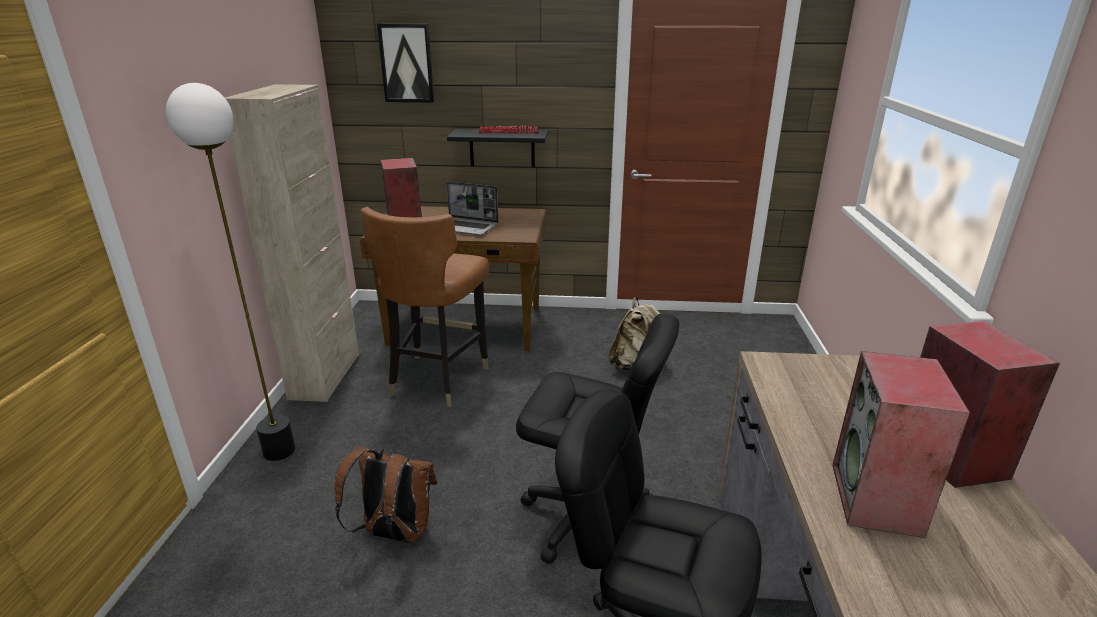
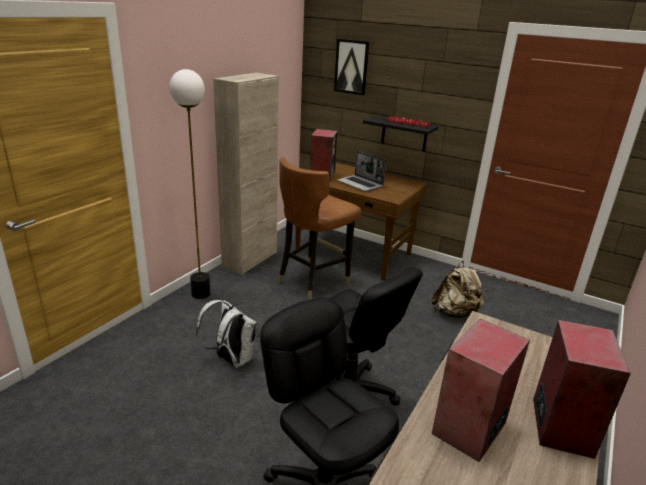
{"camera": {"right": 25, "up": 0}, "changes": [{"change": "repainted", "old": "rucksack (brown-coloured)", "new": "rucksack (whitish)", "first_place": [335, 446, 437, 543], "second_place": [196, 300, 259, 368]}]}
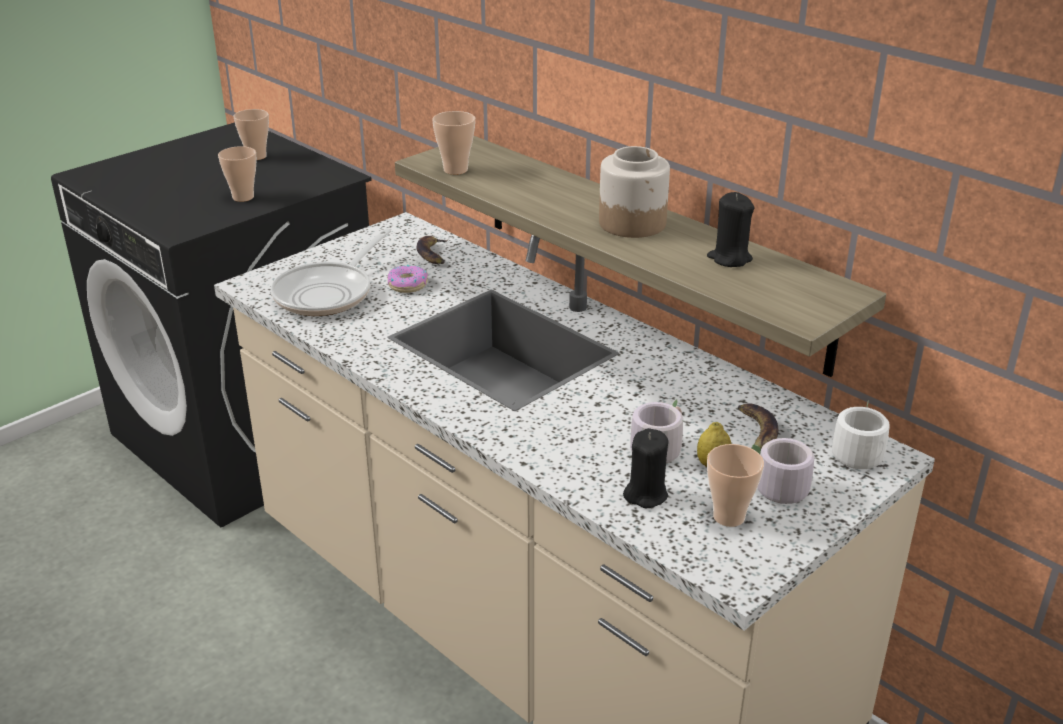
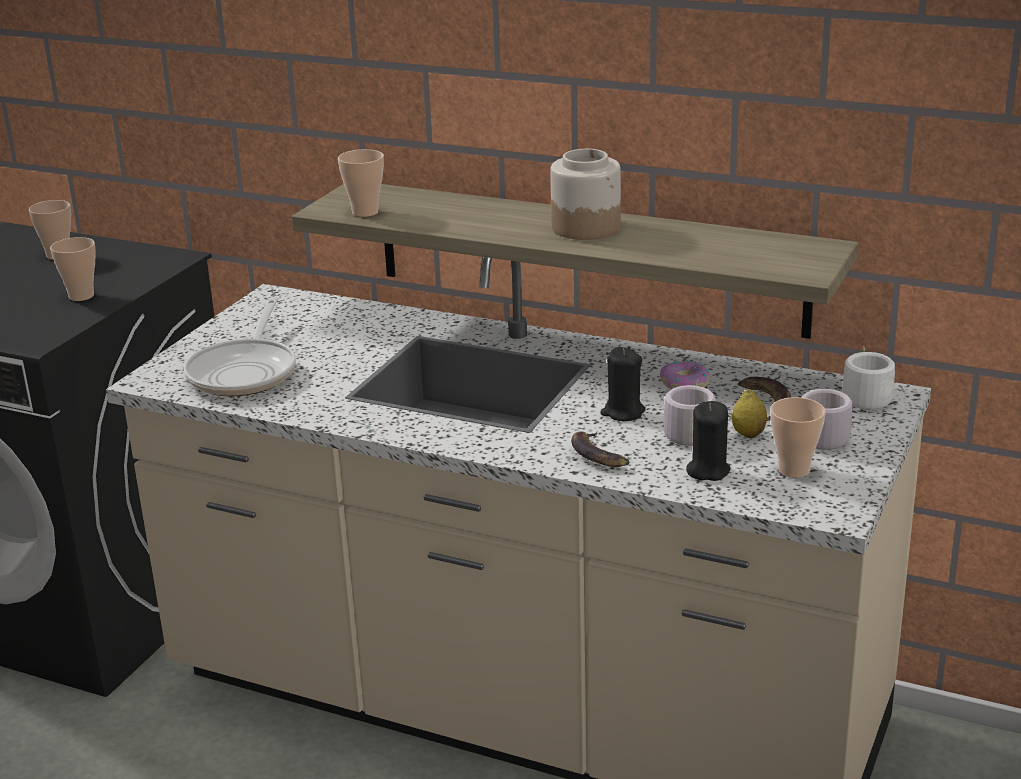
{"camera": {"right": -20, "up": -5}, "changes": [{"change": "shifted", "old": "candle (black)", "first_place": [707, 192, 755, 267], "second_place": [601, 347, 646, 421]}, {"change": "shifted", "old": "banana", "first_place": [416, 236, 448, 264], "second_place": [571, 431, 630, 467]}, {"change": "shifted", "old": "doughnut", "first_place": [388, 265, 428, 293], "second_place": [660, 361, 710, 389]}]}
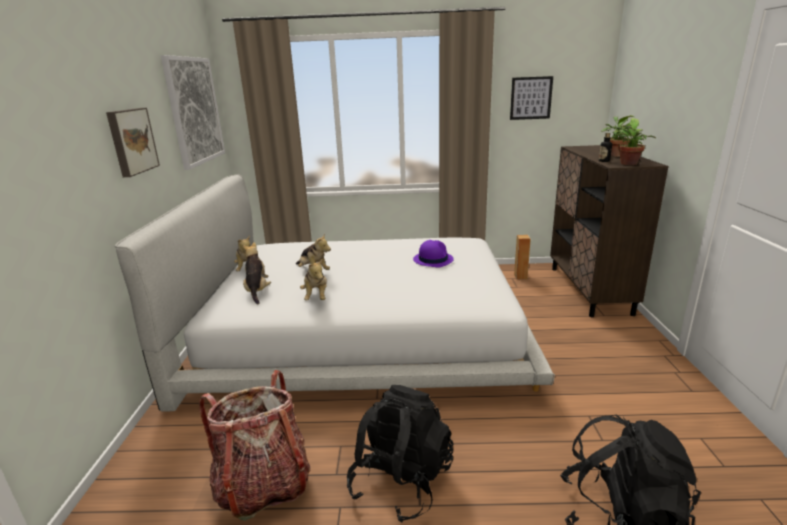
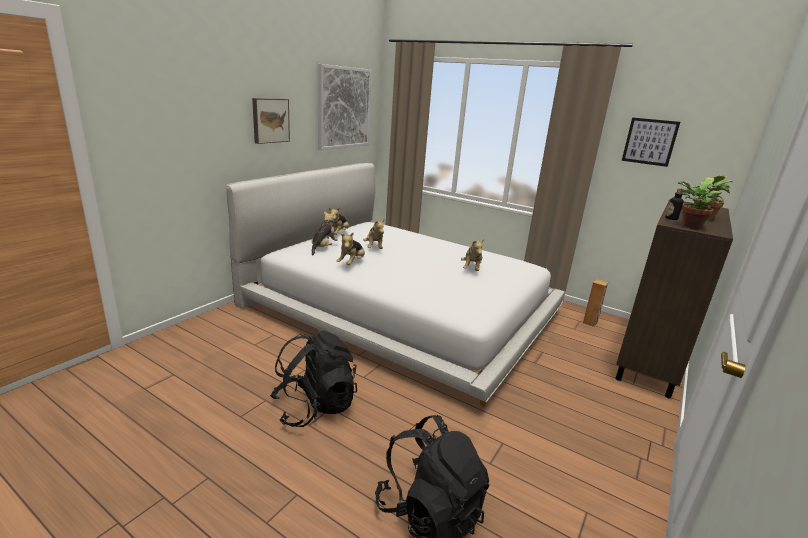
{"camera": {"right": 30, "up": 0}, "changes": [{"change": "swapped", "old": "hat (purple-coloured)", "new": "cuddly toy", "first_place": [413, 240, 454, 267], "second_place": [461, 239, 484, 271]}, {"change": "gone", "old": "rucksack", "first_place": [199, 370, 311, 521]}]}
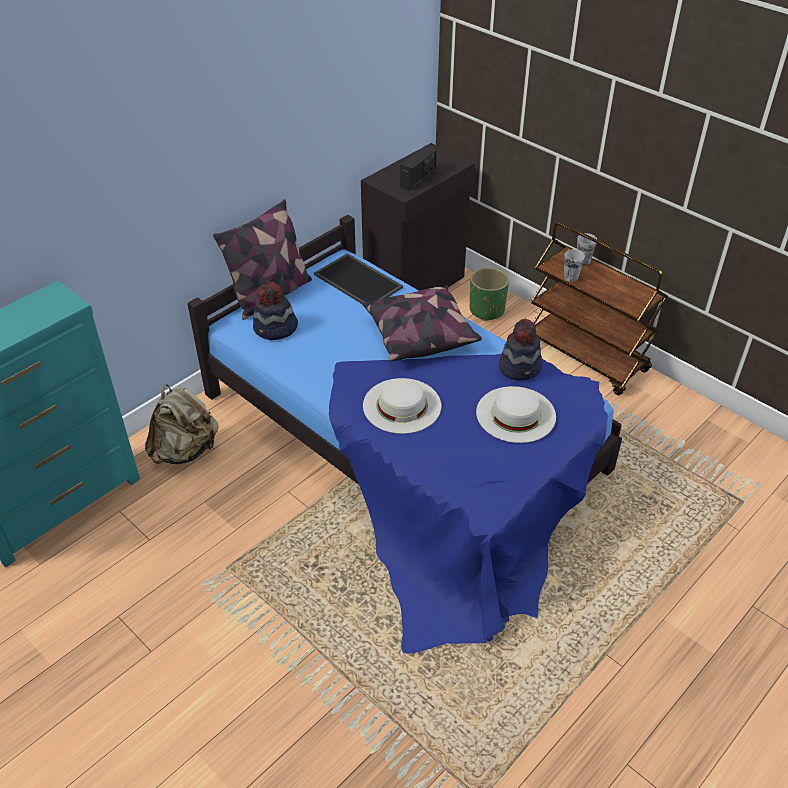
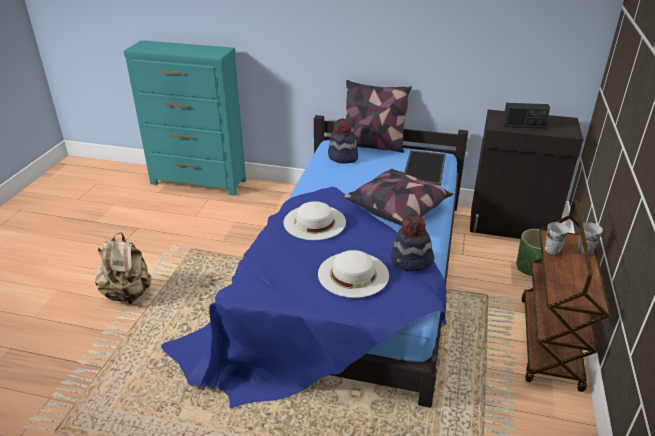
{"camera": {"right": 60, "up": -10}, "changes": [{"change": "shifted", "old": "rucksack (beige-coloured)", "first_place": [145, 384, 219, 464], "second_place": [95, 233, 151, 304]}]}
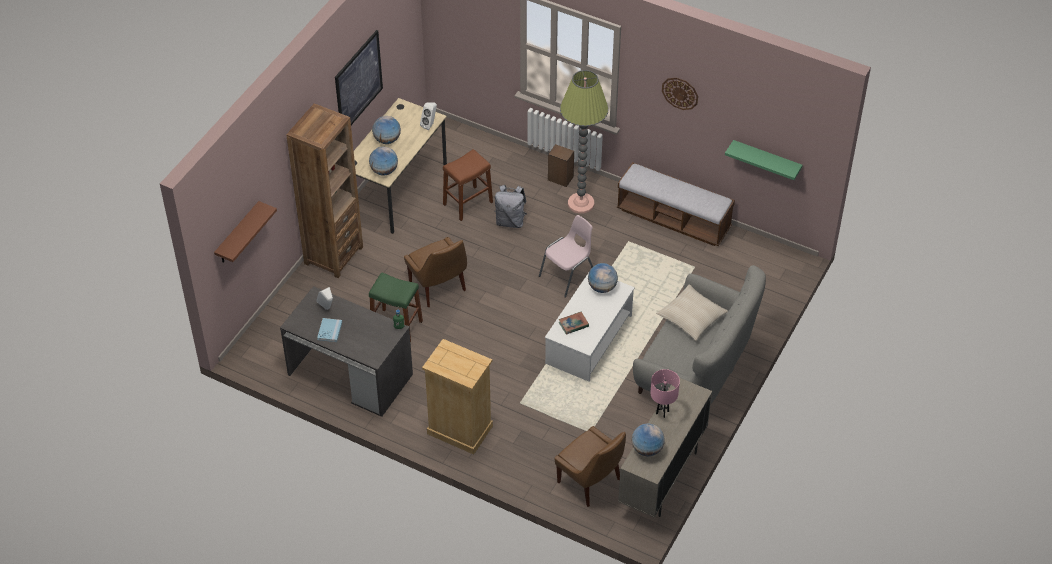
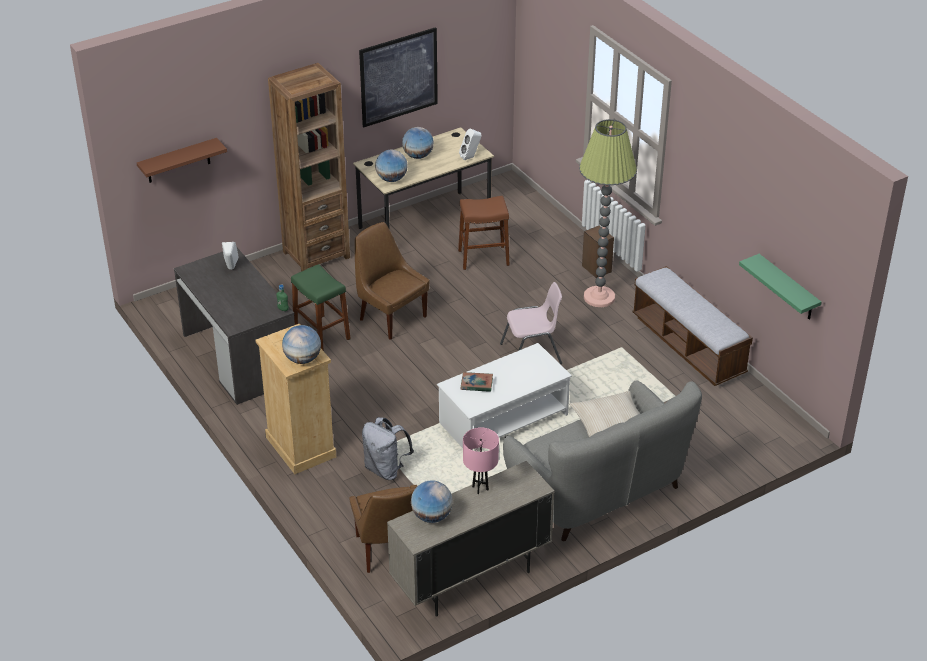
{"camera": {"right": 30, "up": -10}, "changes": [{"change": "gone", "old": "clock on the wall", "first_place": [662, 77, 698, 110]}, {"change": "shifted", "old": "rucksack (greyish)", "first_place": [494, 185, 527, 228], "second_place": [362, 417, 414, 480]}, {"change": "rotated", "old": "upright chair (brown-coloured)", "first_place": [404, 237, 467, 307], "second_place": [355, 222, 429, 340], "degrees": 135}, {"change": "shifted", "old": "desk globe", "first_place": [588, 263, 618, 293], "second_place": [282, 325, 321, 364]}, {"change": "gone", "old": "bound book (bluish)", "first_place": [317, 318, 342, 342]}]}
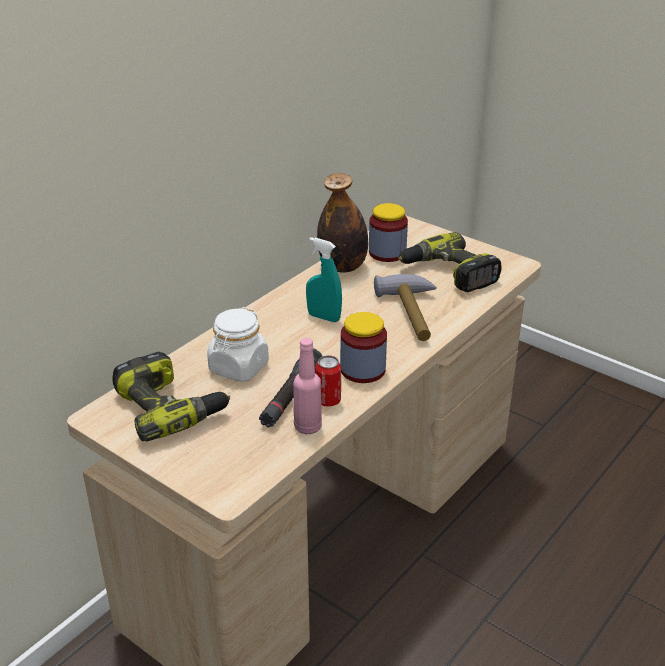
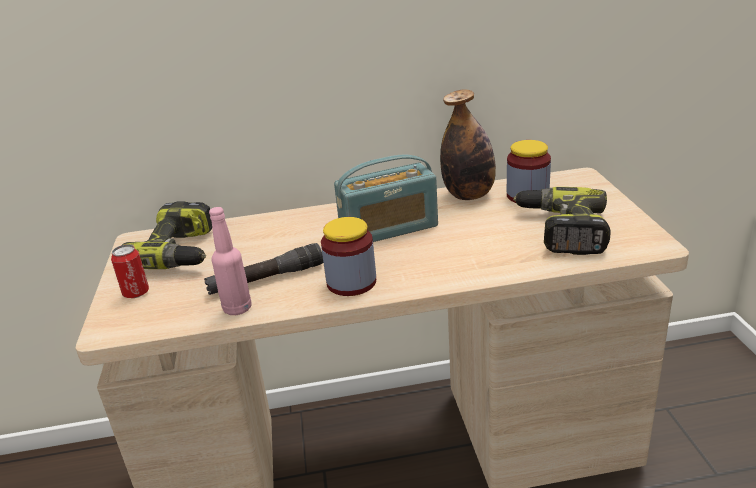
{"camera": {"right": 45, "up": -5}, "changes": [{"change": "swapped", "old": "spray bottle (turquoise-coloured)", "new": "radio receiver", "first_place": [306, 237, 342, 322], "second_place": [334, 155, 438, 242]}, {"change": "gone", "old": "hand hammer", "first_place": [374, 274, 437, 341]}, {"change": "gone", "old": "preserve jar (whitish)", "first_place": [207, 307, 269, 382]}, {"change": "shifted", "old": "metal can", "first_place": [315, 355, 341, 407], "second_place": [111, 244, 149, 298]}]}
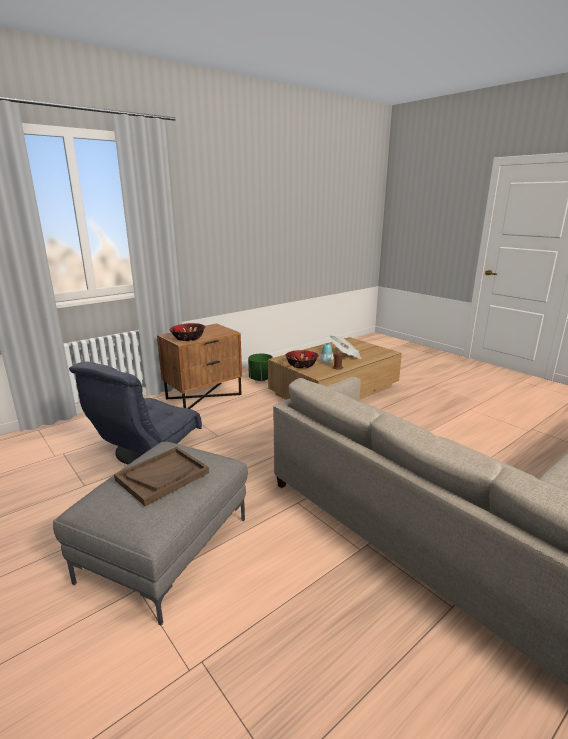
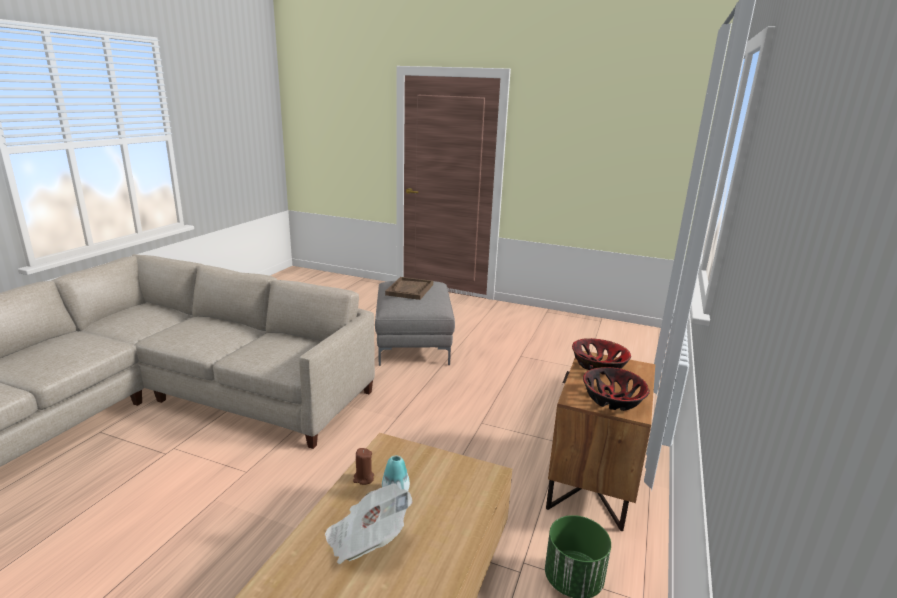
{"camera": {"right": 150, "up": 0}, "changes": [{"change": "shifted", "old": "serving bowl", "first_place": [285, 350, 319, 368], "second_place": [583, 367, 650, 411]}, {"change": "gone", "old": "easy chair (greyish)", "first_place": [69, 362, 202, 465]}]}
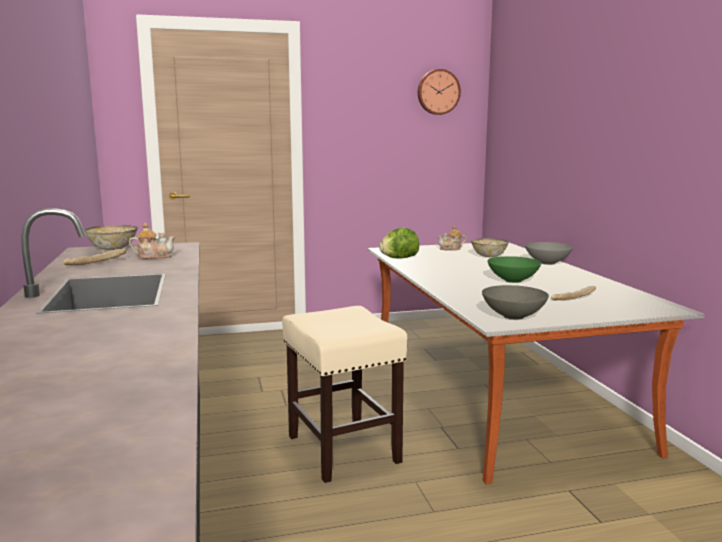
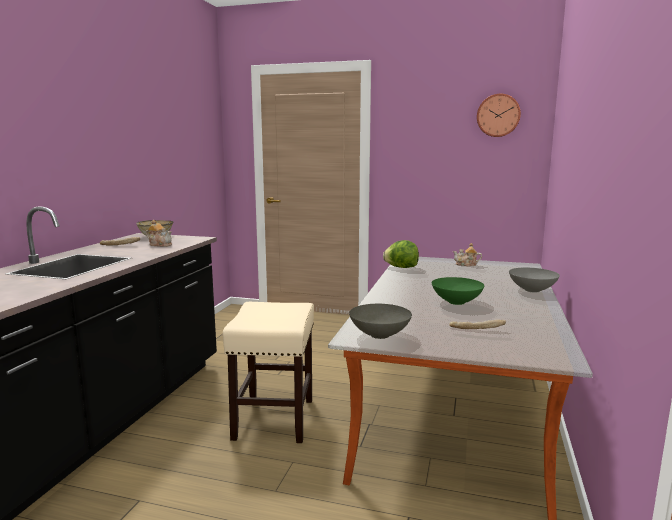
{"camera": {"right": 30, "up": 0}, "changes": [{"change": "gone", "old": "serving bowl", "first_place": [471, 238, 509, 257]}]}
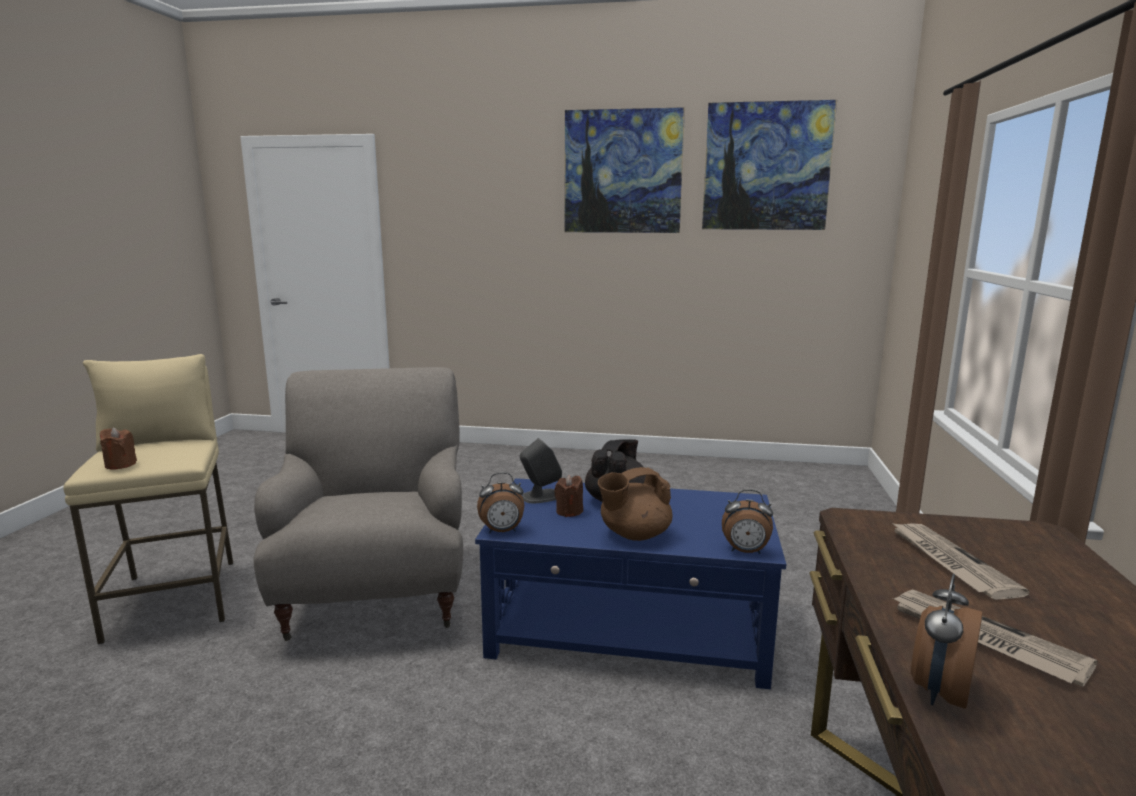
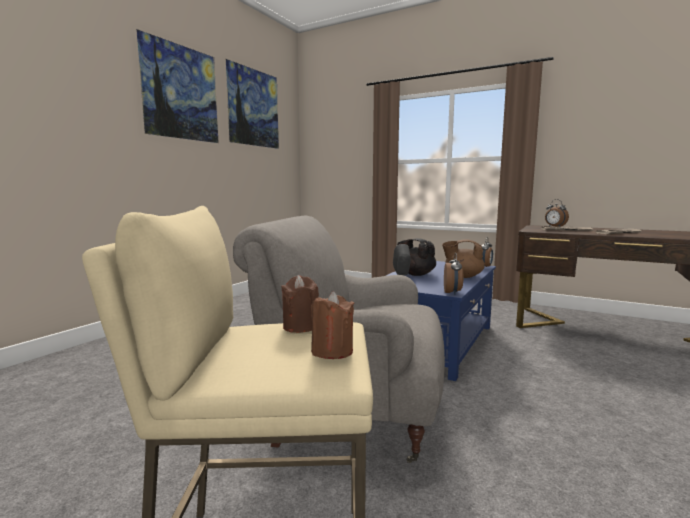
{"camera": {"right": -70, "up": -5}, "changes": [{"change": "rotated", "old": "pot for tea (brown-coloured)", "first_place": [598, 467, 673, 541], "second_place": [442, 239, 485, 278], "degrees": 105}, {"change": "shifted", "old": "candle (brown-coloured)", "first_place": [554, 475, 583, 517], "second_place": [281, 275, 319, 333]}, {"change": "shifted", "old": "alarm clock", "first_place": [911, 574, 983, 709], "second_place": [545, 199, 569, 227]}]}
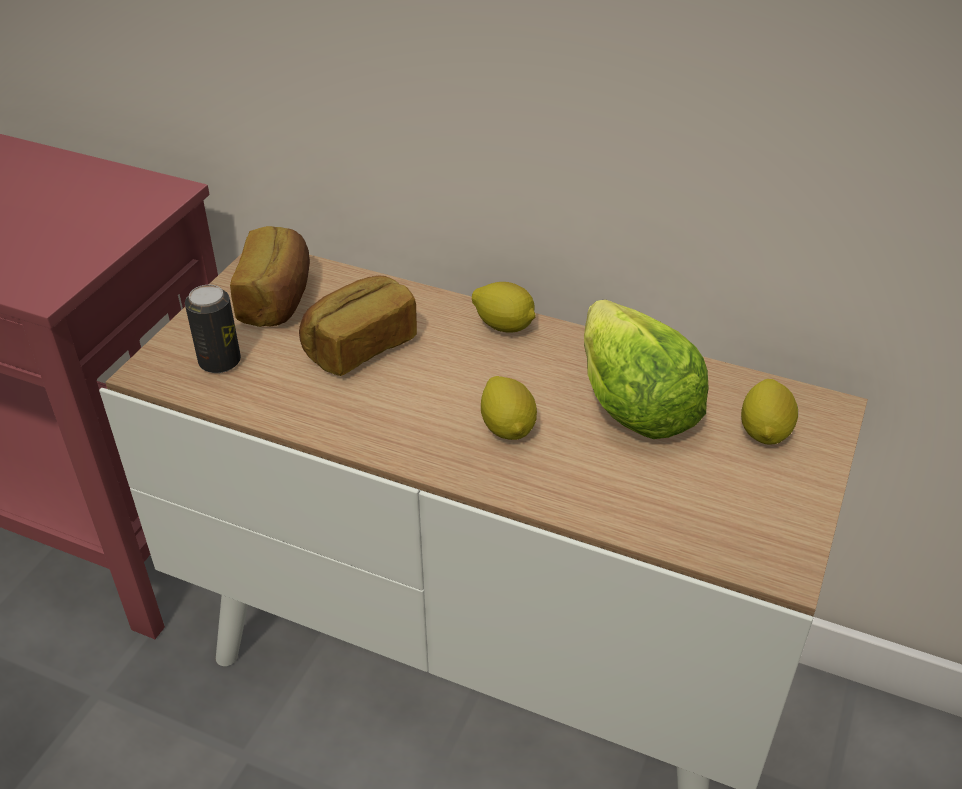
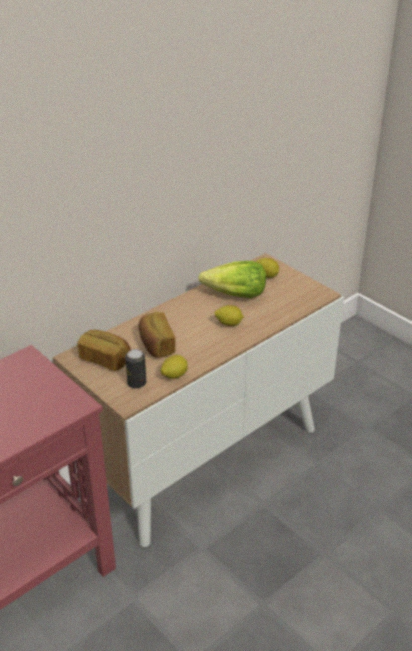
{"camera": {"right": -65, "up": -5}, "changes": [{"change": "shifted", "old": "citrus fruit", "first_place": [472, 282, 535, 333], "second_place": [160, 355, 188, 379]}]}
